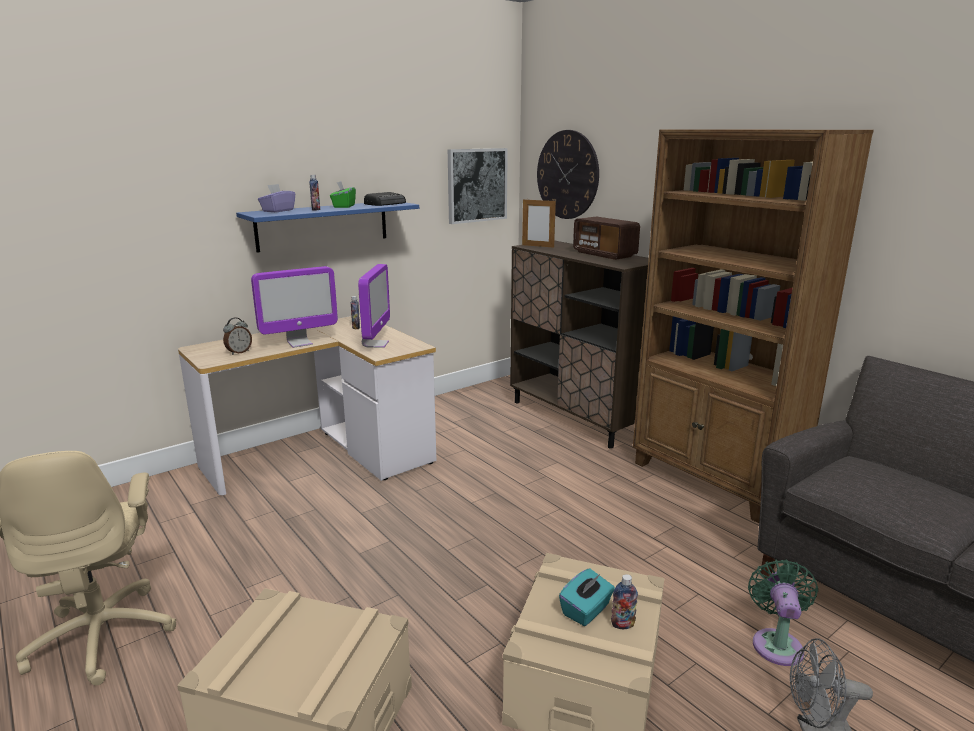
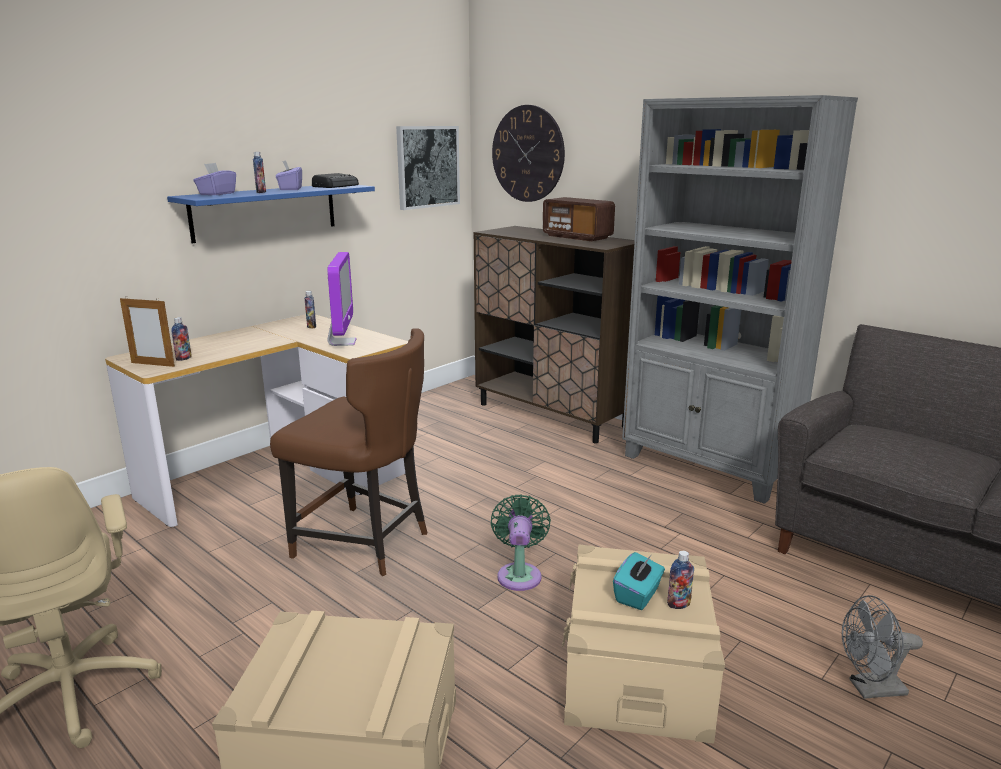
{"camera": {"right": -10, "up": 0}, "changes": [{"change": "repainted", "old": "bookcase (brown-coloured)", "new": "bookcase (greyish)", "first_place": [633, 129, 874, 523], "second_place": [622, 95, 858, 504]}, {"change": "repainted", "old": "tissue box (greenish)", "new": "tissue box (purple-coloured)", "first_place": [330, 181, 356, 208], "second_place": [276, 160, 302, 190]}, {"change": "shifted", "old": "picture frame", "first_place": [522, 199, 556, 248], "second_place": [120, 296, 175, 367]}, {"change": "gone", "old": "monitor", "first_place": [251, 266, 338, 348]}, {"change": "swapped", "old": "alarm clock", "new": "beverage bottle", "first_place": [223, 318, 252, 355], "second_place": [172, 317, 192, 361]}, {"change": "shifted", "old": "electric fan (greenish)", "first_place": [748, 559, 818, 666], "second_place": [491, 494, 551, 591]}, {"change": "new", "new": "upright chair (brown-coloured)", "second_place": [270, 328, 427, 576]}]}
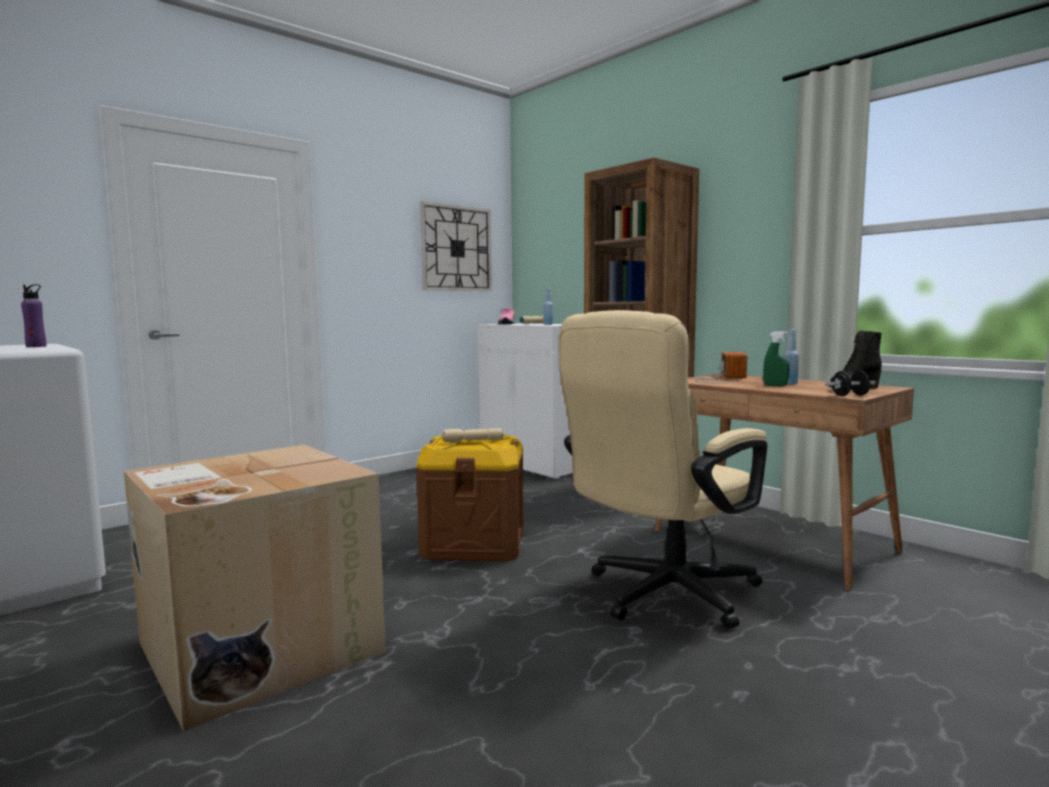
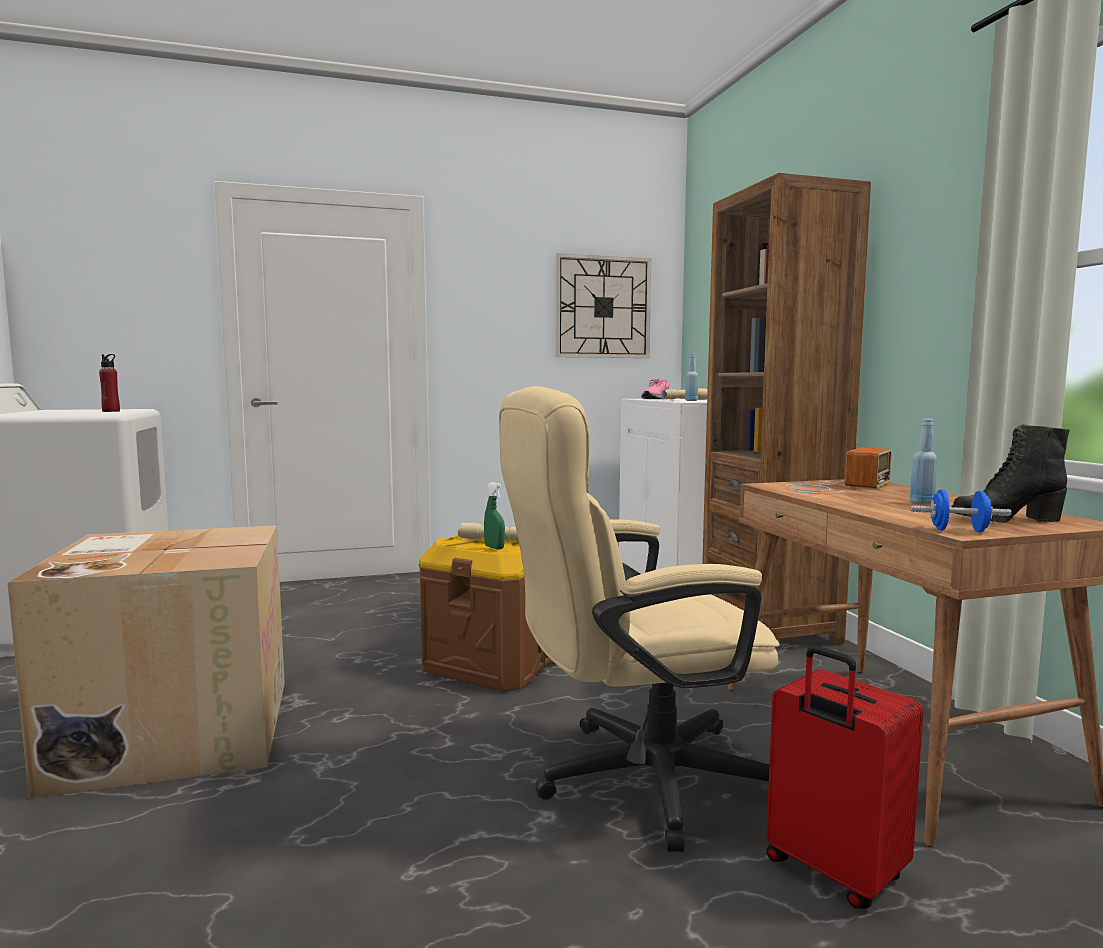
{"camera": {"right": 25, "up": 0}, "changes": [{"change": "repainted", "old": "beverage bottle (purple-coloured)", "new": "beverage bottle (red-coloured)", "first_place": [21, 284, 46, 347], "second_place": [99, 354, 120, 412]}, {"change": "shifted", "old": "spray bottle (greenish)", "first_place": [763, 331, 789, 386], "second_place": [484, 482, 505, 549]}, {"change": "repainted", "old": "dumbbell (black)", "new": "dumbbell (bluish)", "first_place": [825, 371, 876, 396], "second_place": [911, 489, 1012, 532]}, {"change": "new", "new": "suitcase (red-coloured)", "second_place": [766, 645, 924, 909]}]}
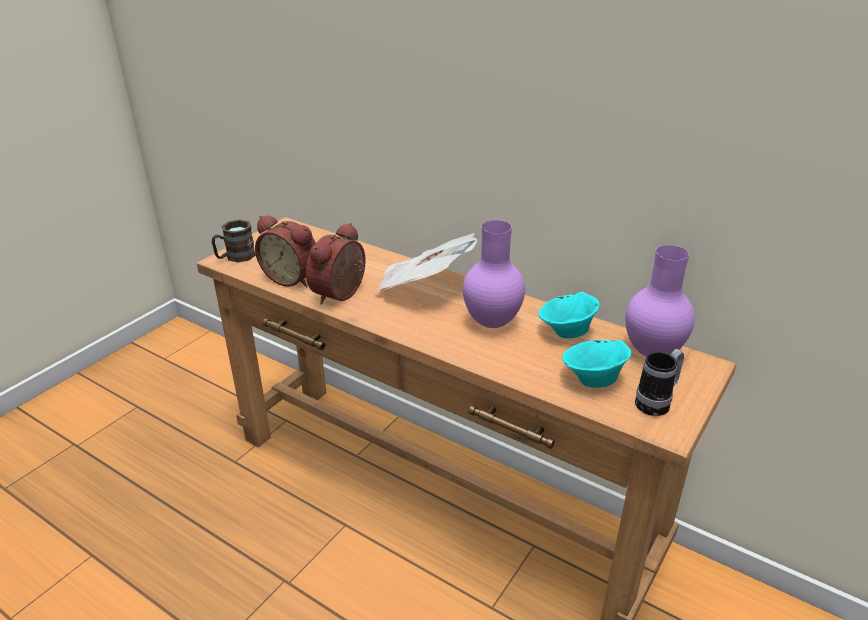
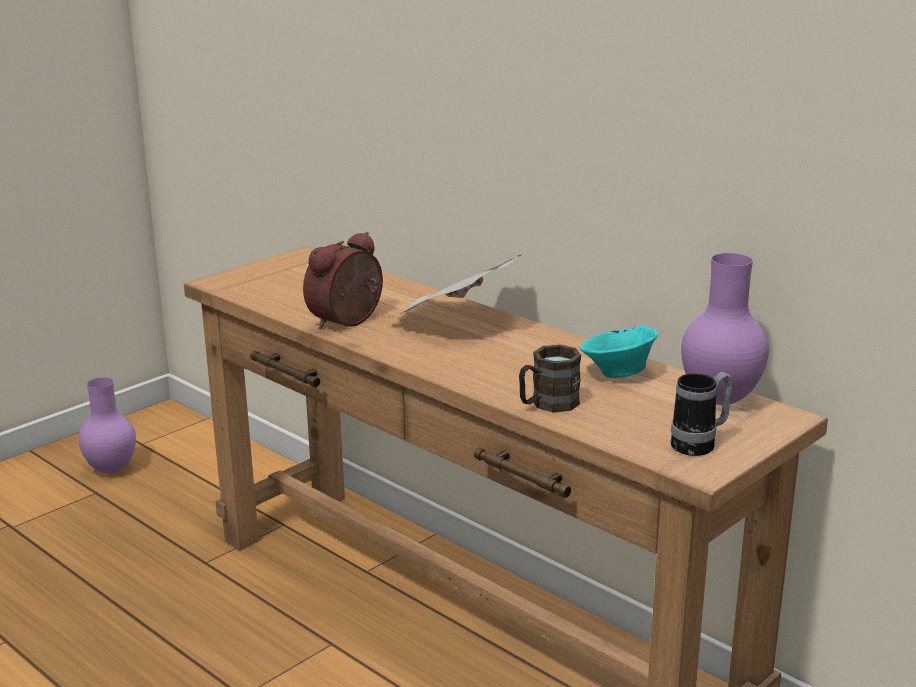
{"camera": {"right": 10, "up": -10}, "changes": [{"change": "gone", "old": "alarm clock", "first_place": [255, 215, 316, 287]}, {"change": "shifted", "old": "coffee mug (brown-coloured)", "first_place": [212, 219, 256, 262], "second_place": [519, 344, 581, 412]}, {"change": "shifted", "old": "decorative vase (purple-coloured)", "first_place": [463, 220, 525, 328], "second_place": [79, 377, 136, 474]}, {"change": "gone", "old": "serving bowl (turquoise-coloured)", "first_place": [562, 340, 631, 388]}]}
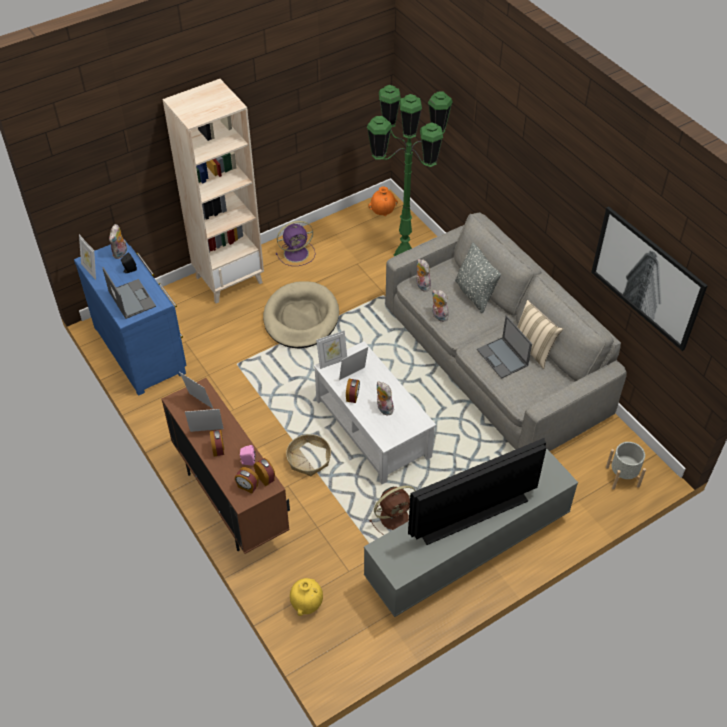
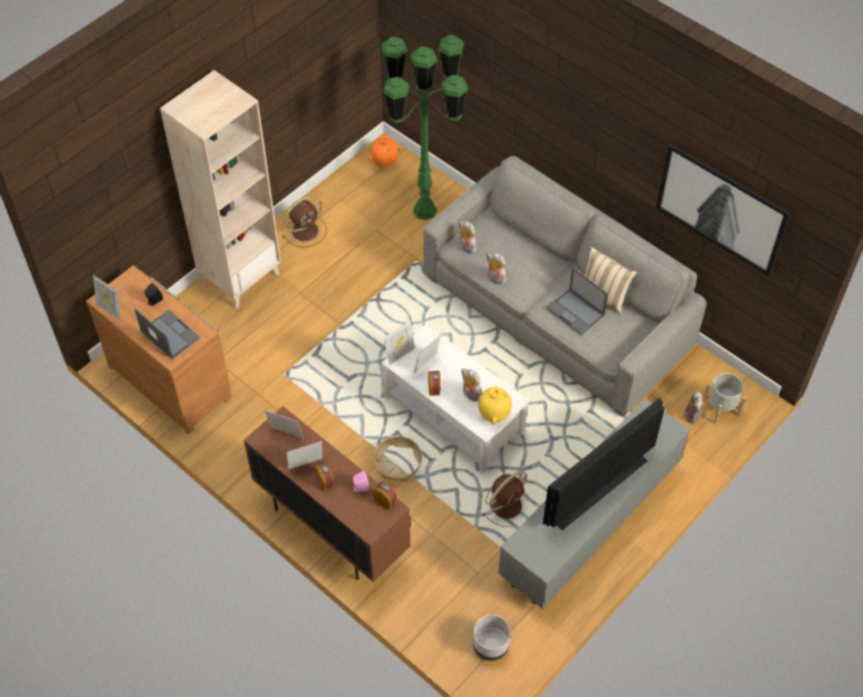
{"camera": {"right": -15, "up": 5}, "changes": [{"change": "repainted", "old": "electric fan (purple-coloured)", "new": "electric fan (brown-coloured)", "first_place": [276, 221, 315, 266], "second_place": [282, 196, 327, 248]}, {"change": "shifted", "old": "cuddly toy", "first_place": [109, 224, 127, 259], "second_place": [684, 390, 705, 424]}, {"change": "repainted", "old": "dresser (bluish)", "new": "dresser (brown-coloured)", "first_place": [74, 239, 186, 396], "second_place": [86, 265, 232, 434]}, {"change": "gone", "old": "cushion (greyish)", "first_place": [455, 242, 501, 313]}, {"change": "gone", "old": "dog cushion (beige-coloured)", "first_place": [263, 281, 339, 348]}, {"change": "gone", "old": "alarm clock", "first_place": [235, 467, 259, 493]}, {"change": "shifted", "old": "decorative vase (yellow)", "first_place": [290, 578, 323, 616], "second_place": [478, 387, 512, 425]}, {"change": "new", "new": "plant pot (greyish)", "second_place": [473, 615, 511, 661]}]}
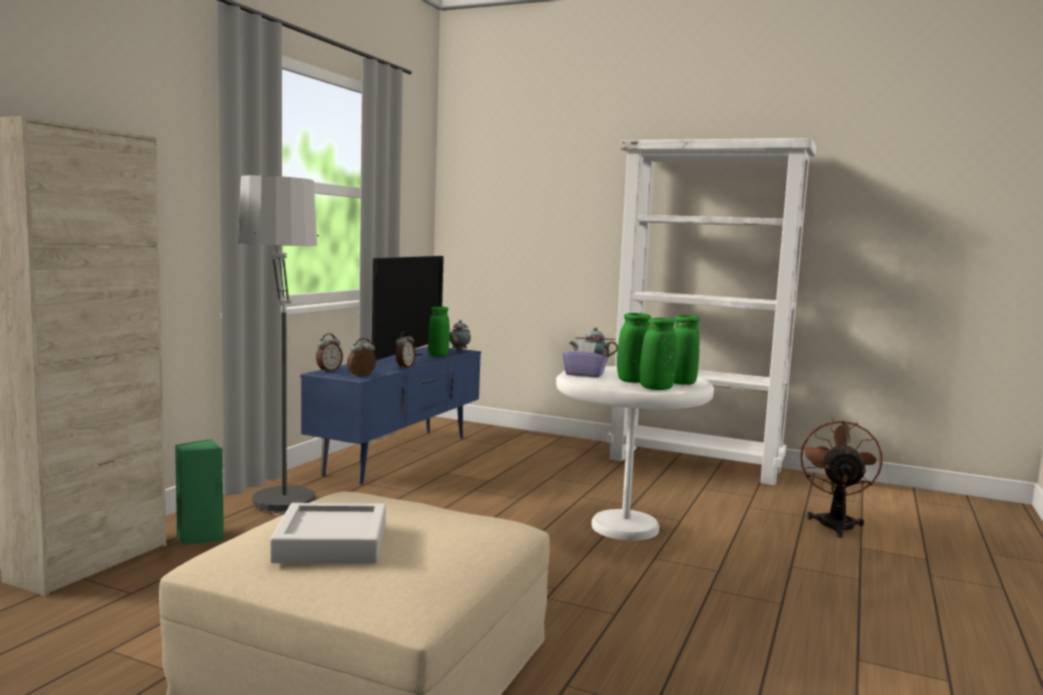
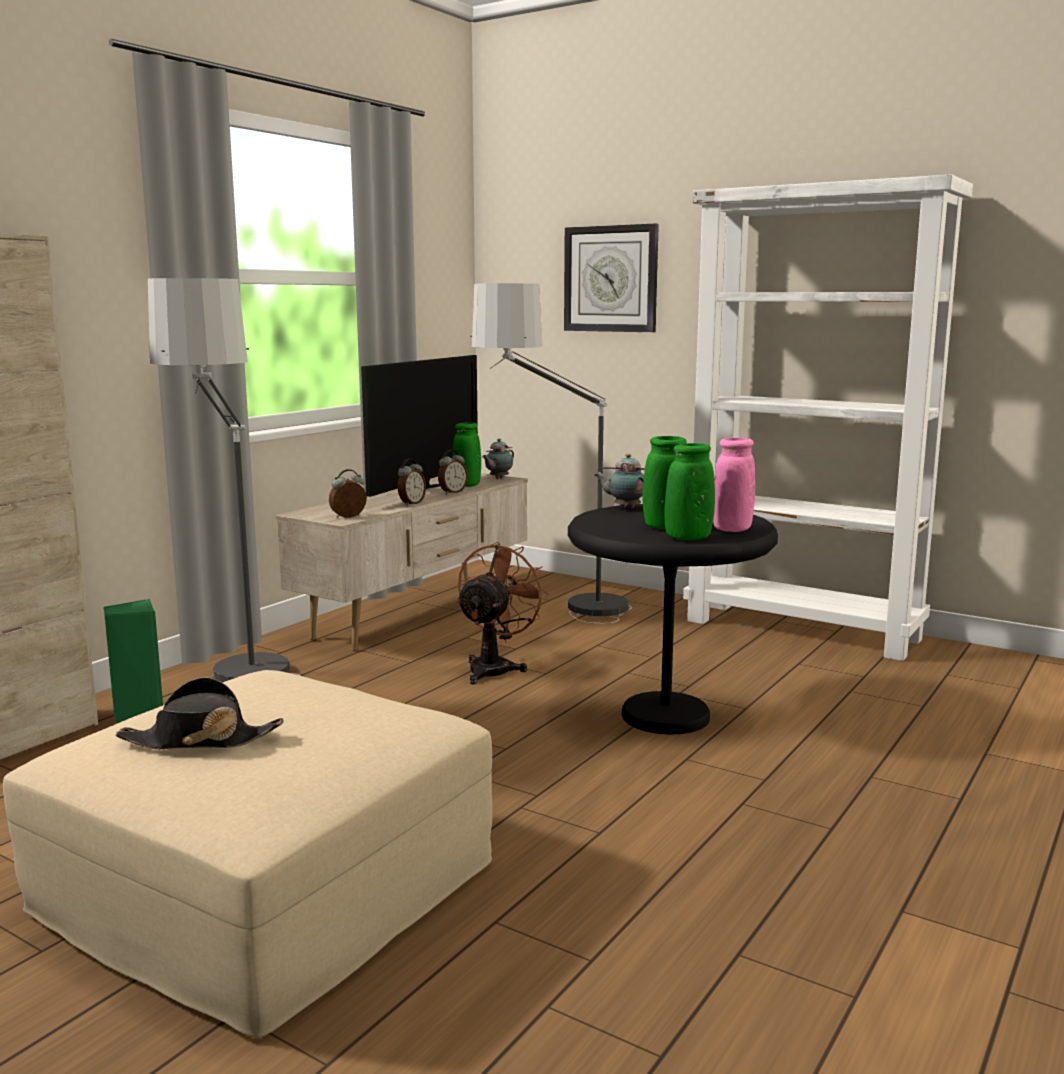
{"camera": {"right": 10, "up": 5}, "changes": [{"change": "repainted", "old": "decorative vase (greenish)", "new": "decorative vase (pinkish)", "first_place": [674, 315, 700, 385], "second_place": [713, 437, 755, 532]}, {"change": "shifted", "old": "alarm clock", "first_place": [316, 333, 343, 372], "second_place": [438, 450, 468, 494]}, {"change": "gone", "old": "tissue box (purple-coloured)", "first_place": [562, 341, 608, 377]}, {"change": "repainted", "old": "media console (bluish)", "new": "media console (beige-coloured)", "first_place": [300, 347, 481, 484], "second_place": [276, 473, 528, 651]}, {"change": "repainted", "old": "end table (whitish)", "new": "end table (black)", "first_place": [556, 366, 714, 541], "second_place": [568, 504, 778, 735]}, {"change": "shifted", "old": "electric fan (brown-coloured)", "first_place": [800, 419, 882, 538], "second_place": [456, 542, 549, 684]}, {"change": "swapped", "old": "serving tray (greyish)", "new": "hat (black)", "first_place": [270, 503, 386, 563], "second_place": [115, 677, 284, 750]}, {"change": "new", "new": "clock on the wall", "second_place": [564, 224, 659, 332]}, {"change": "new", "new": "standard lamp", "second_place": [470, 283, 632, 624]}]}
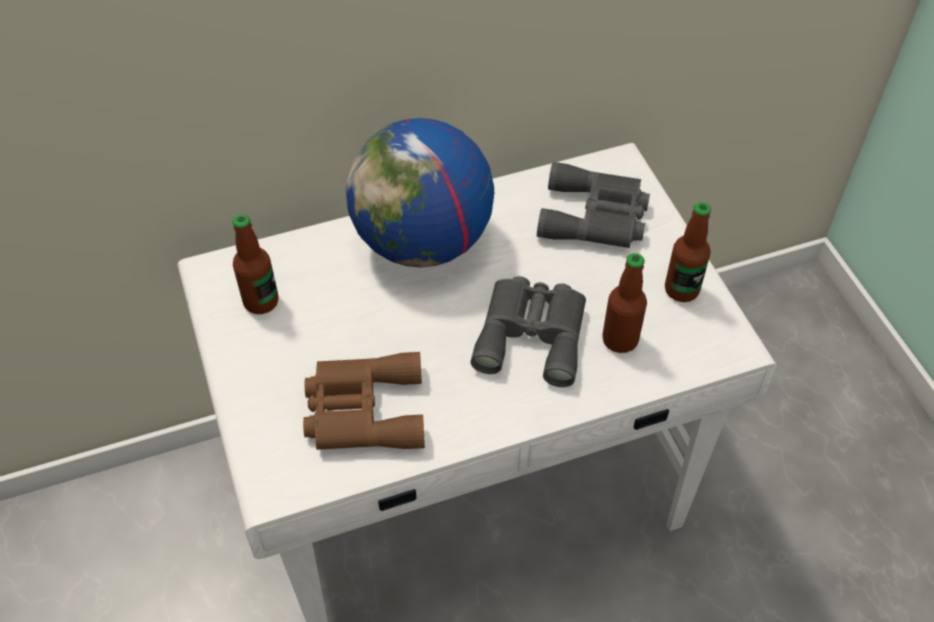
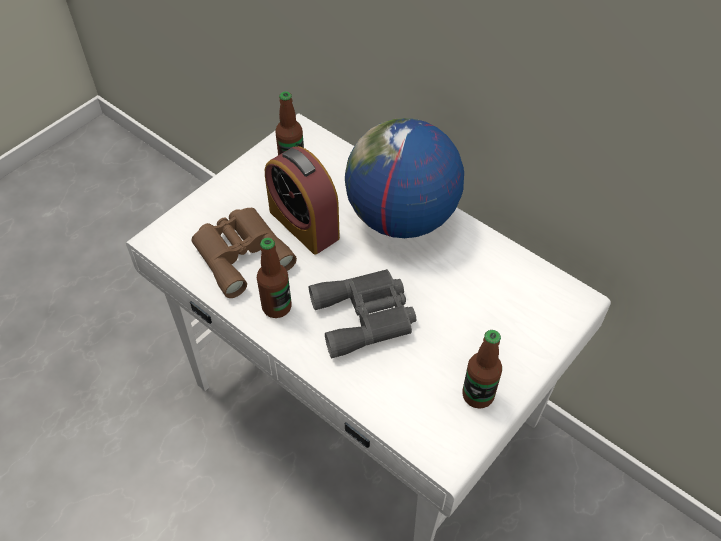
{"camera": {"right": 60, "up": 0}, "changes": [{"change": "gone", "old": "pair of binoculars (greyish)", "first_place": [537, 162, 650, 248]}, {"change": "shifted", "old": "beverage bottle", "first_place": [602, 253, 647, 353], "second_place": [257, 238, 292, 318]}, {"change": "new", "new": "alarm clock", "second_place": [265, 146, 340, 254]}]}
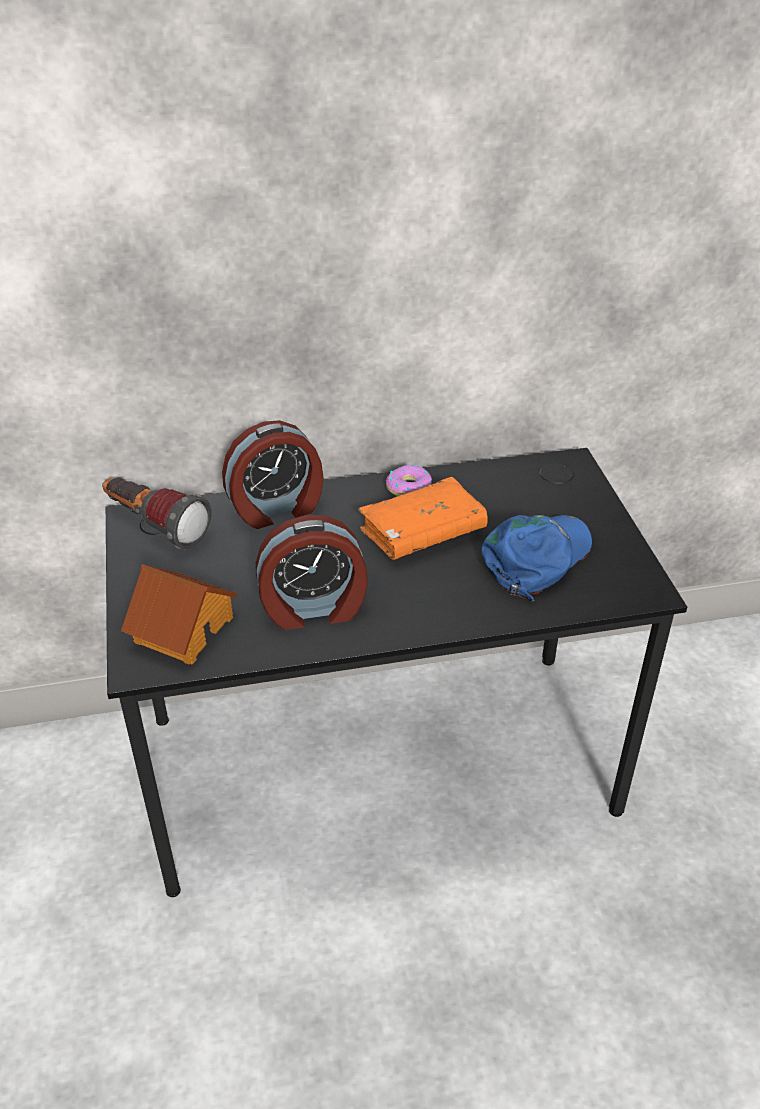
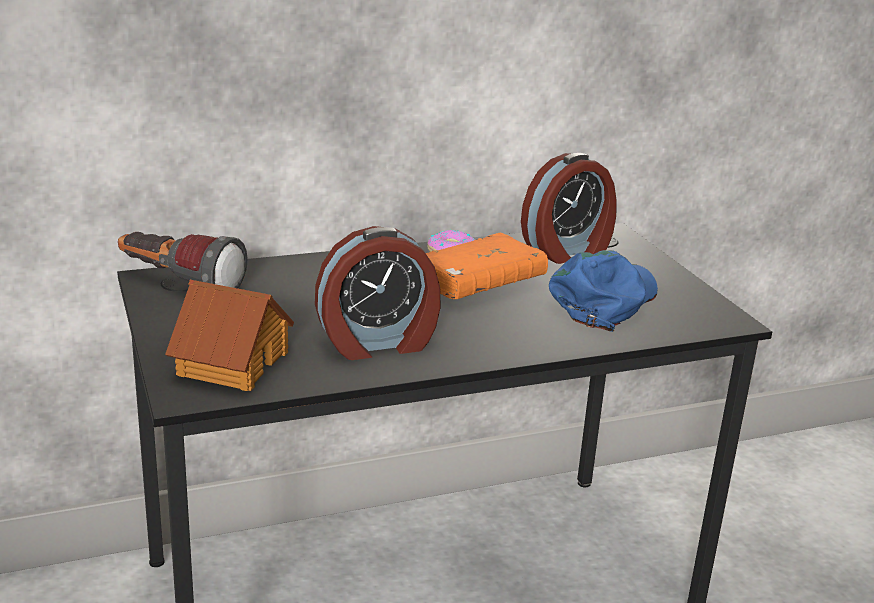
{"camera": {"right": -10, "up": -15}, "changes": [{"change": "shifted", "old": "alarm clock", "first_place": [222, 420, 323, 529], "second_place": [521, 153, 617, 264]}]}
